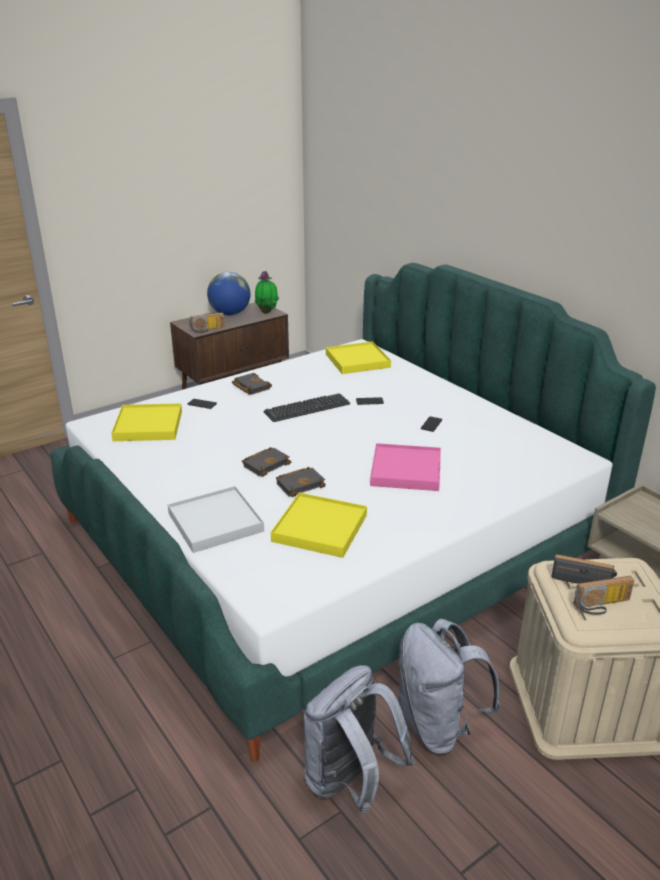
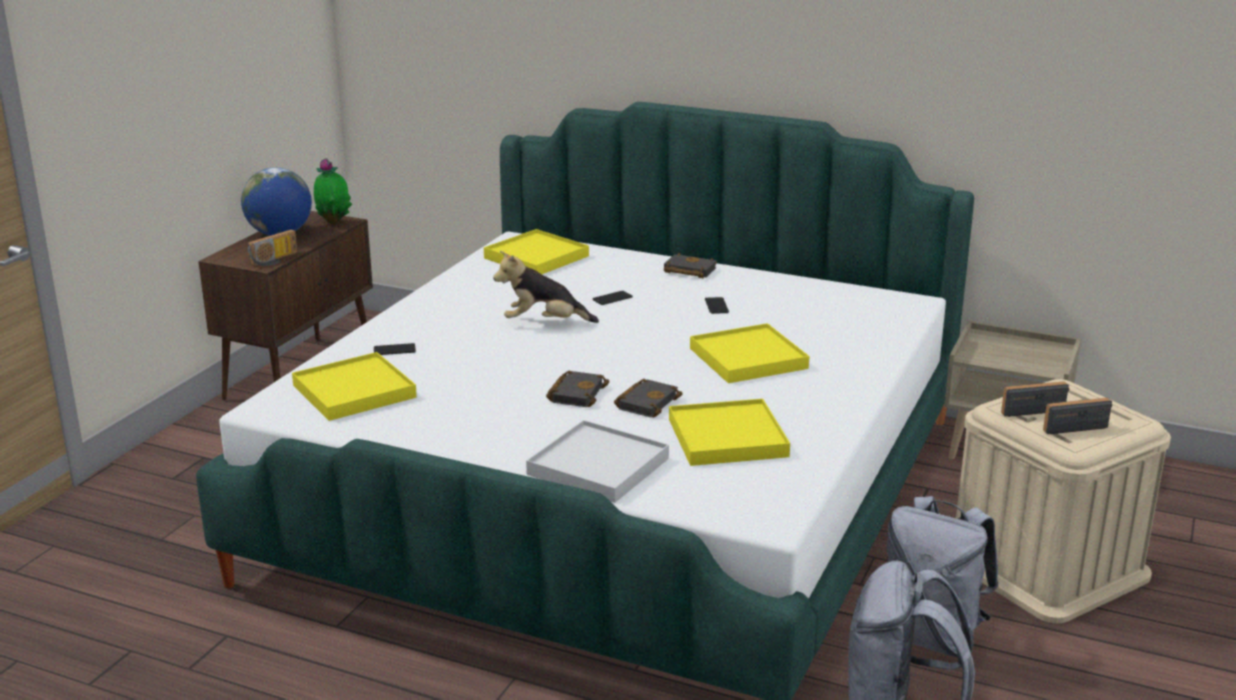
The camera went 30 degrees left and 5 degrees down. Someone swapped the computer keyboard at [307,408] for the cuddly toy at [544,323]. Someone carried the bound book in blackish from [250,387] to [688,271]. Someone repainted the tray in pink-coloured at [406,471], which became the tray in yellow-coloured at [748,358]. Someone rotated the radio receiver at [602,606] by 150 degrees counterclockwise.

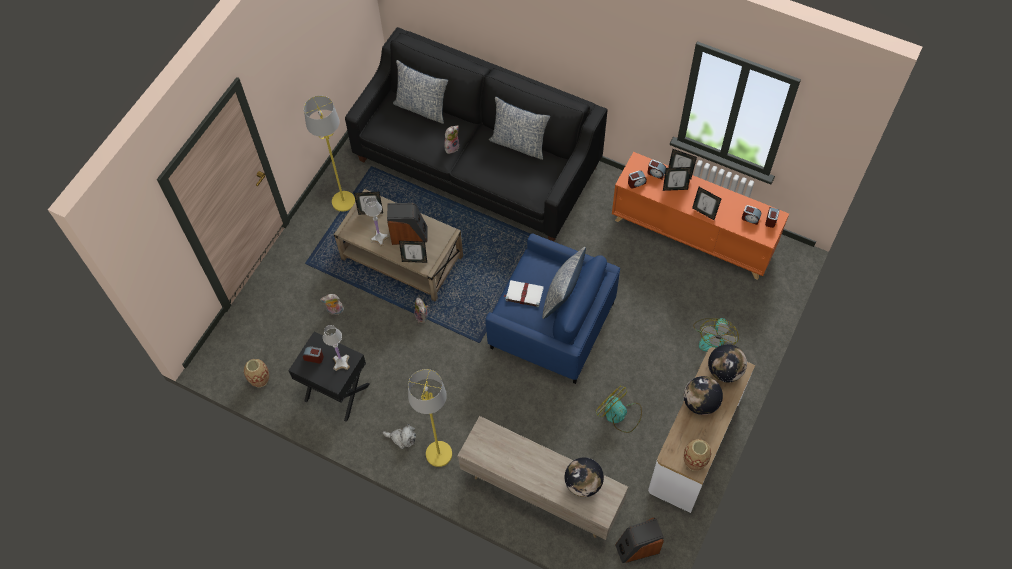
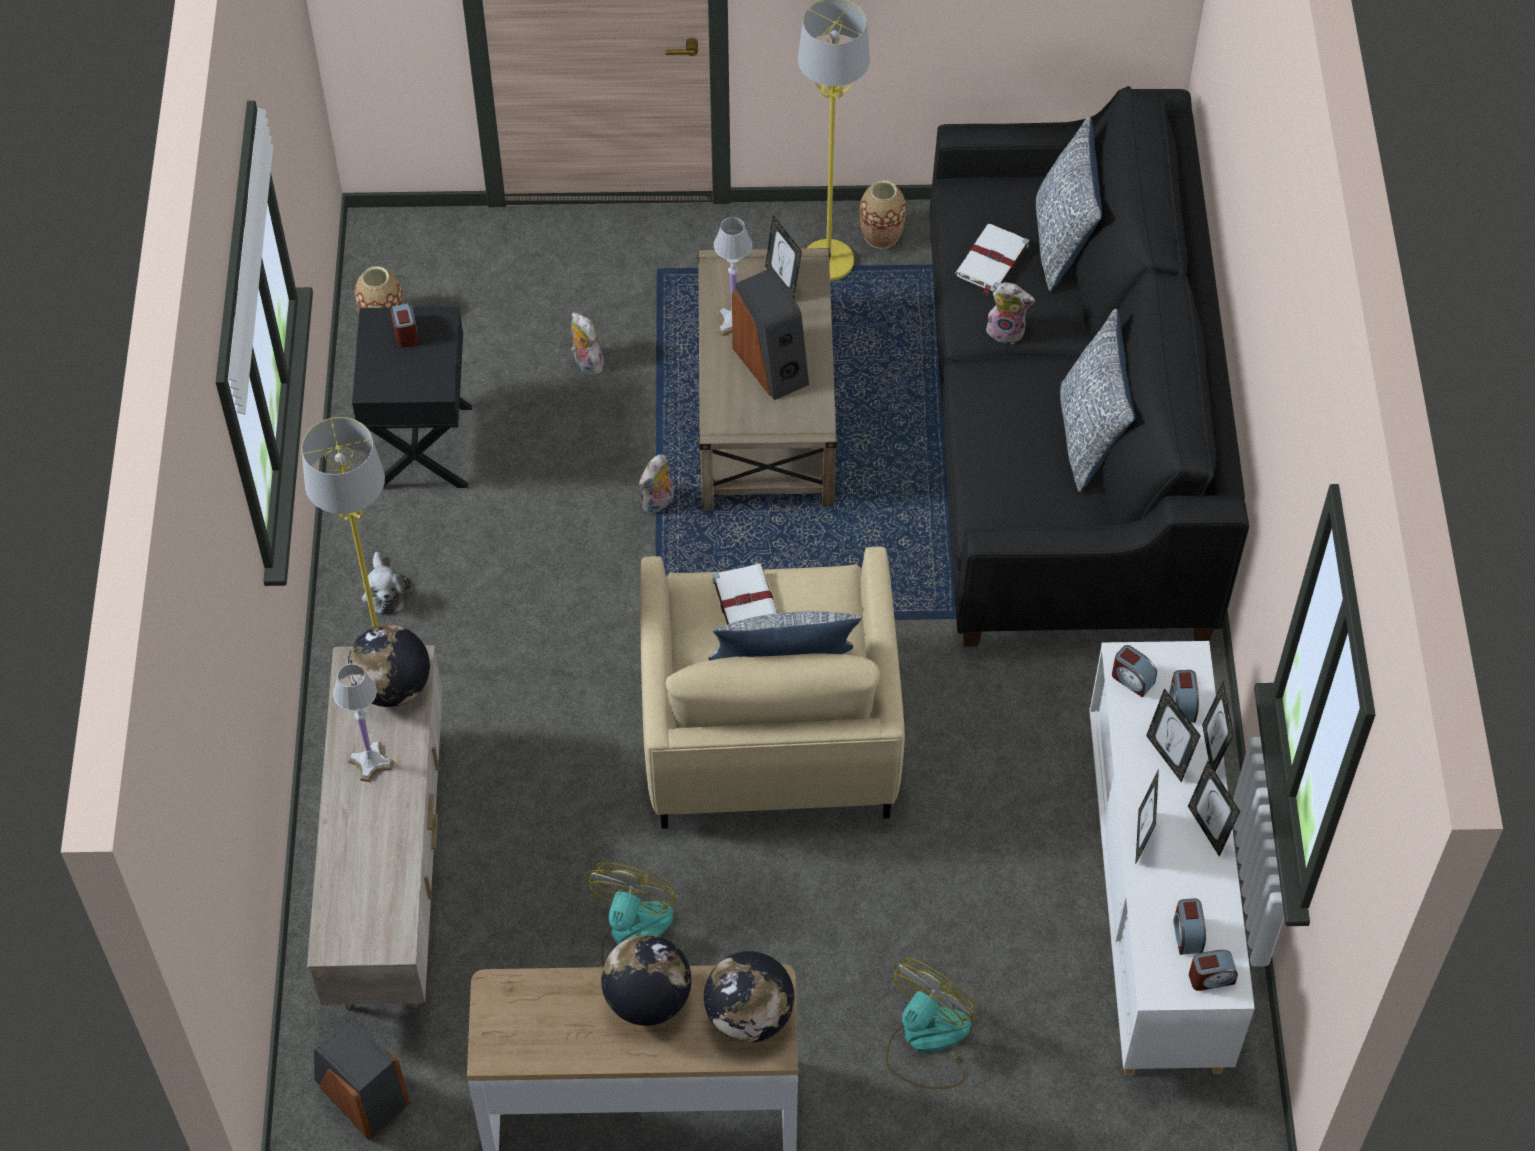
The camera went 60 degrees right and 5 degrees down. Someone carried the table lamp in white-coloured from [341,363] to [370,761]. Someone carried the globe from [583,483] to [392,687]. Someone repainted the lounge chair in blue at [552,326], which became the lounge chair in beige at [768,730]. Someone carried the decorative vase from [694,461] to [881,235]. Someone rotated the fan at [713,336] by 135 degrees clockwise. Someone put down the bound book in white-coloured at [991,261]. Someone repainted the cupboard in orangey at [693,235], which became the cupboard in white-coloured at [1155,899]. Someone carried the photo frame from [414,260] to [1208,829].

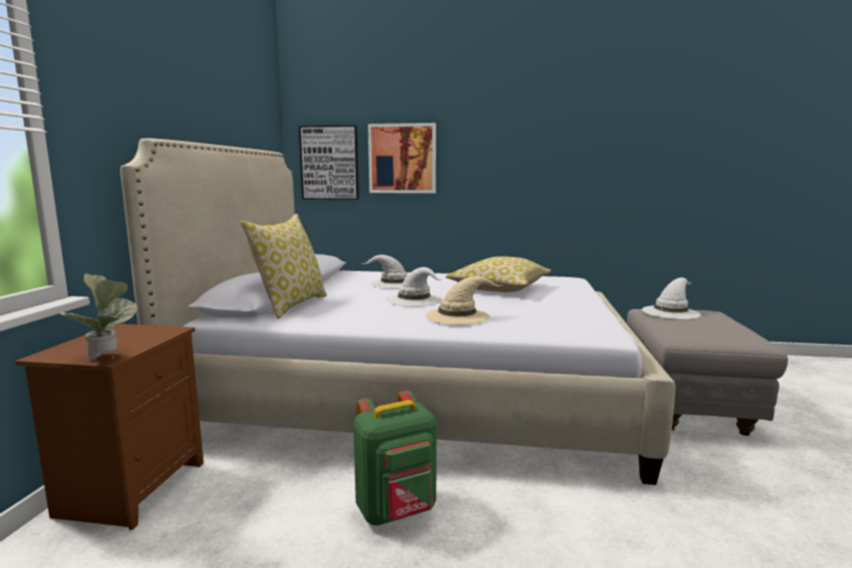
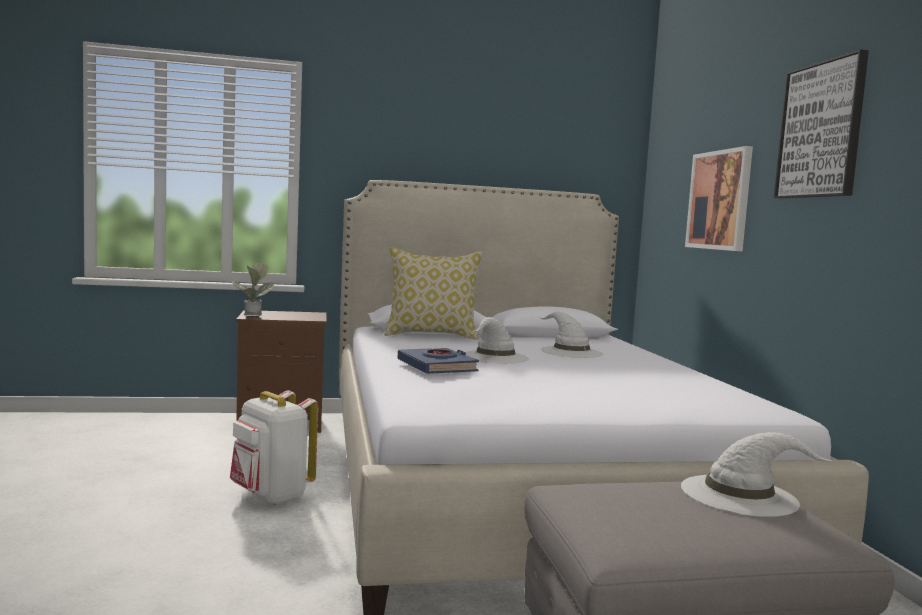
The camera went 70 degrees right and 5 degrees down. Someone repainted the backpack in green at [397,512], which became the backpack in white-coloured at [271,496]. Someone swapped the wearable hat in beige at [458,315] for the bound book in blue at [437,367]. Someone carried the wall picture from [329,163] to [821,130]. Someone took away the cushion at [499,288].

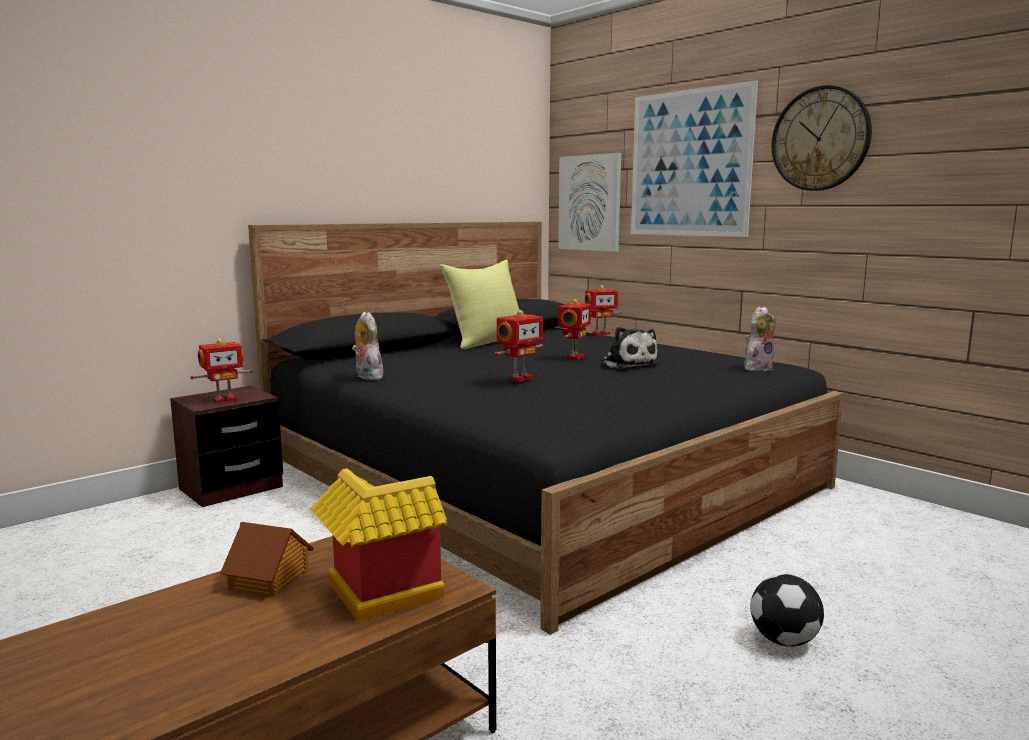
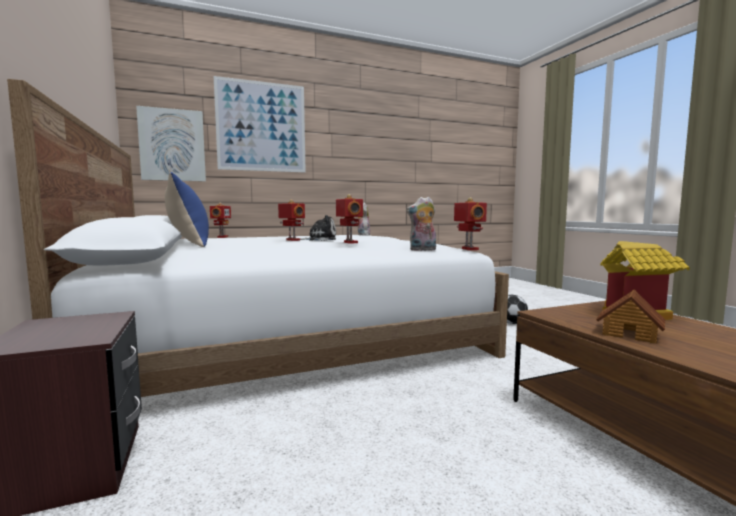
The camera went 70 degrees left and 5 degrees down. Someone repainted the bedroom bed in blackish at [539,477], which became the bedroom bed in white-coloured at [284,330]. Someone repainted the cushion in yellow-coloured at [487,342], which became the cushion in blue at [188,244]. Someone carried the cuddly toy from [367,377] to [422,250]. Someone carried the model robot from [224,400] to [468,249]. Someone took away the hanging clock at [820,139].

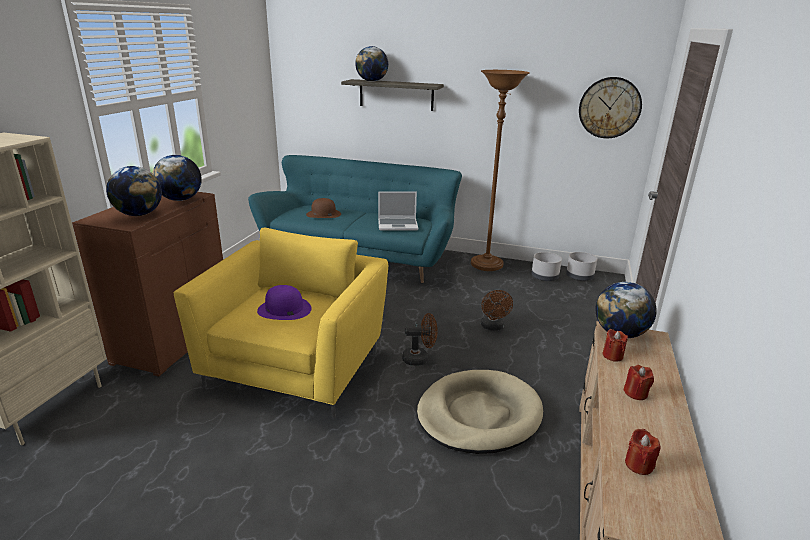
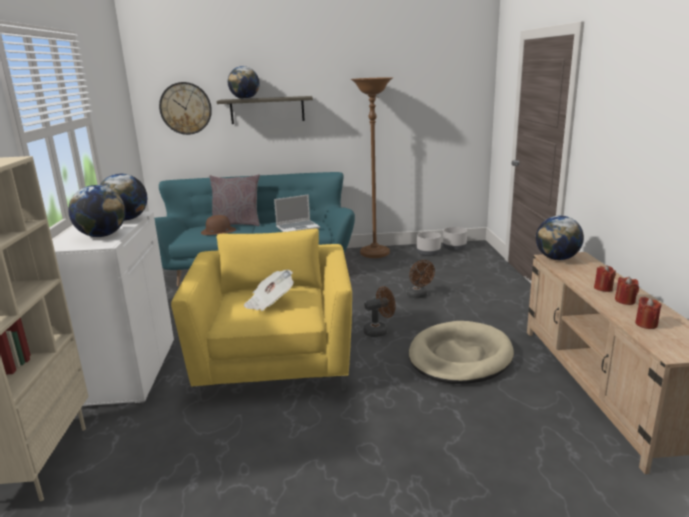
The camera went 20 degrees left and 5 degrees down. Someone repainted the cupboard in brown at [173,339], which became the cupboard in white-coloured at [128,371]. Someone carried the hanging clock from [609,108] to [185,108]. Someone put down the cushion in greyish at [236,224]. Someone swapped the wearable hat in purple-coloured at [284,309] for the newspaper at [269,303]. Someone carried the wax light in red-coloured from [612,355] to [625,301].

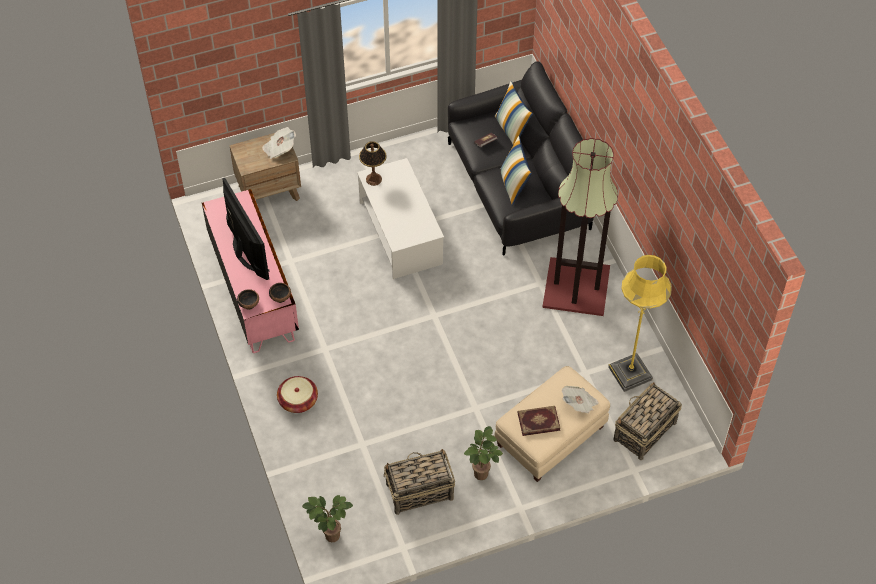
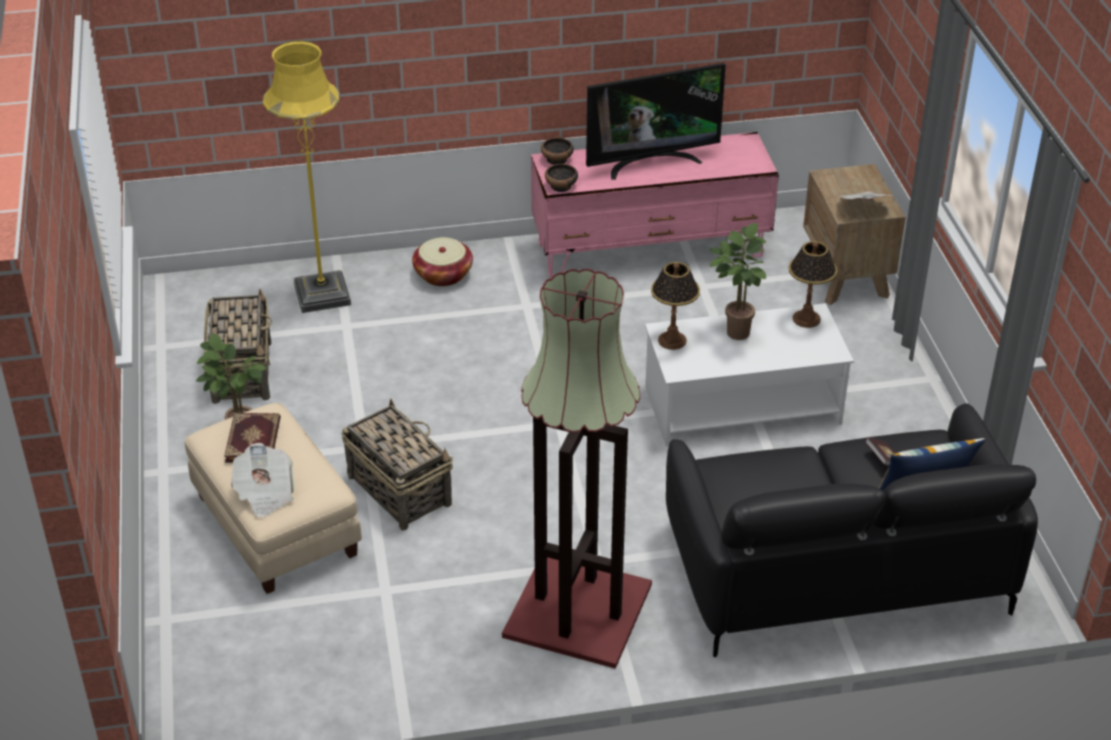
The camera went 100 degrees right and 15 degrees down. Someone carried the standing lamp in yellow-coloured from [630,373] to [322,294]. Someone carried the household basket from [644,431] to [399,489]. Someone put down the table lamp at [672,340]. Someone carried the houseplant from [330,537] to [735,330]. Someone took away the cushion at [514,185].

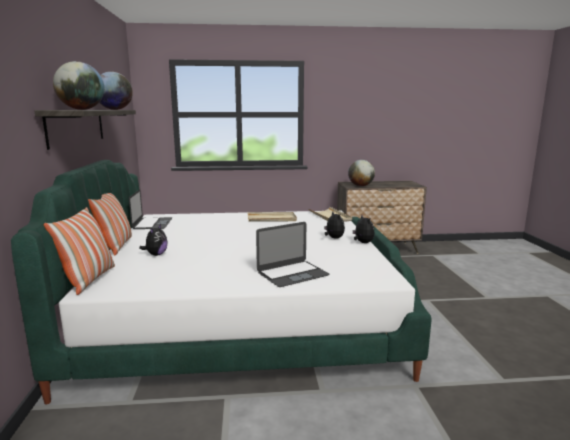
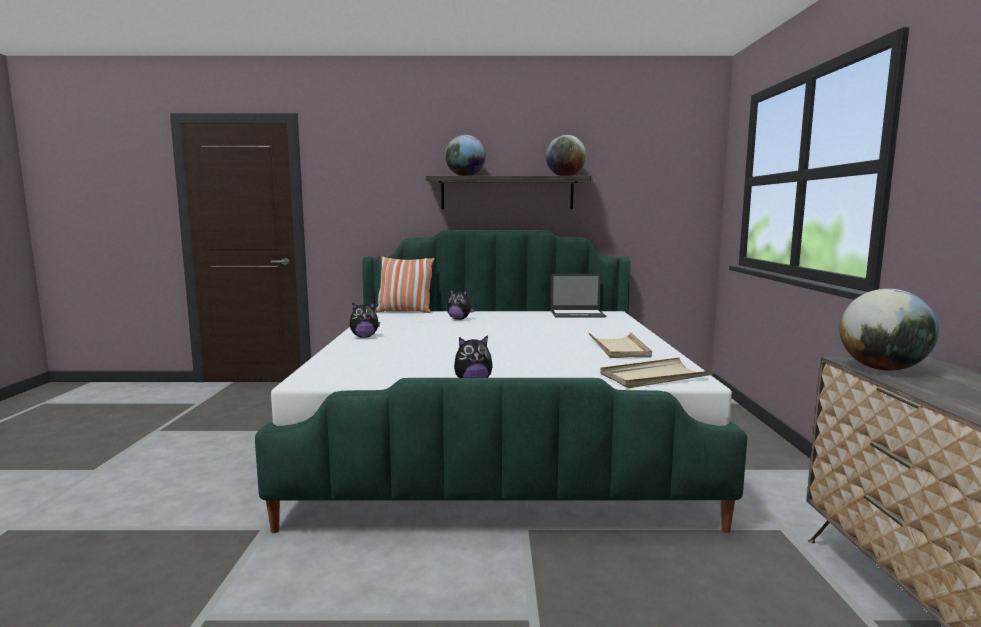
The camera went 95 degrees right and 5 degrees down. Someone carried the cuddly toy from [333,238] to [364,337]. Someone took away the cushion at [116,246]. Someone took away the notebook computer at [292,273].

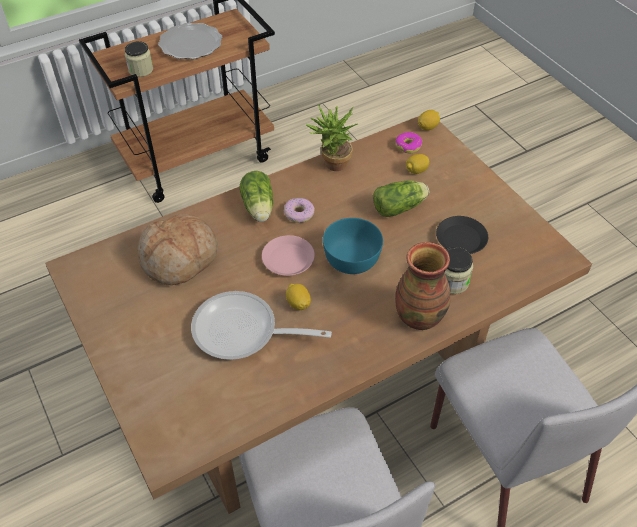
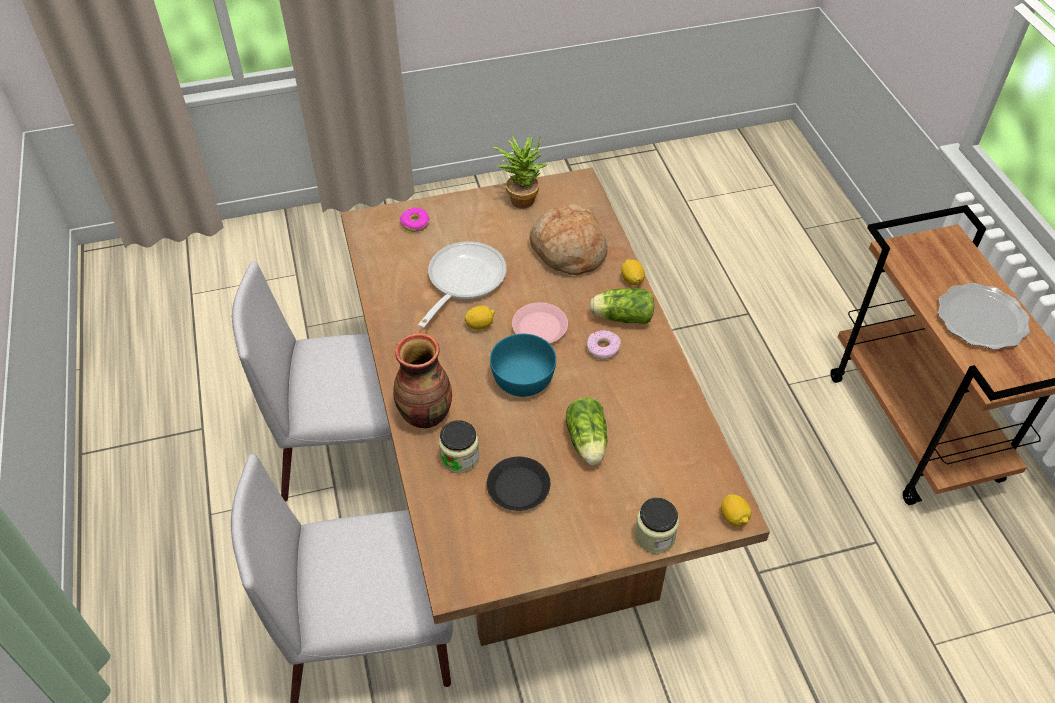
The camera went 105 degrees right and 0 degrees up. Someone carried the doughnut from [408,146] to [415,224]. Someone carried the houseplant from [332,165] to [521,197]. Someone carried the whole lemon from [416,171] to [632,280]. Someone carried the jar from [141,70] to [654,536].

